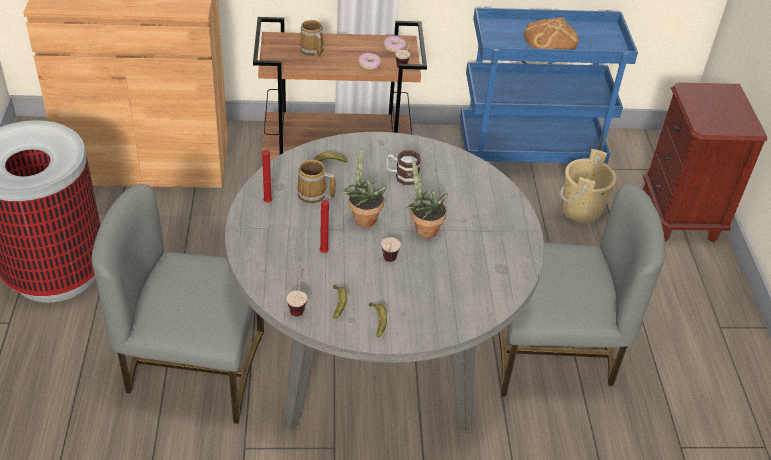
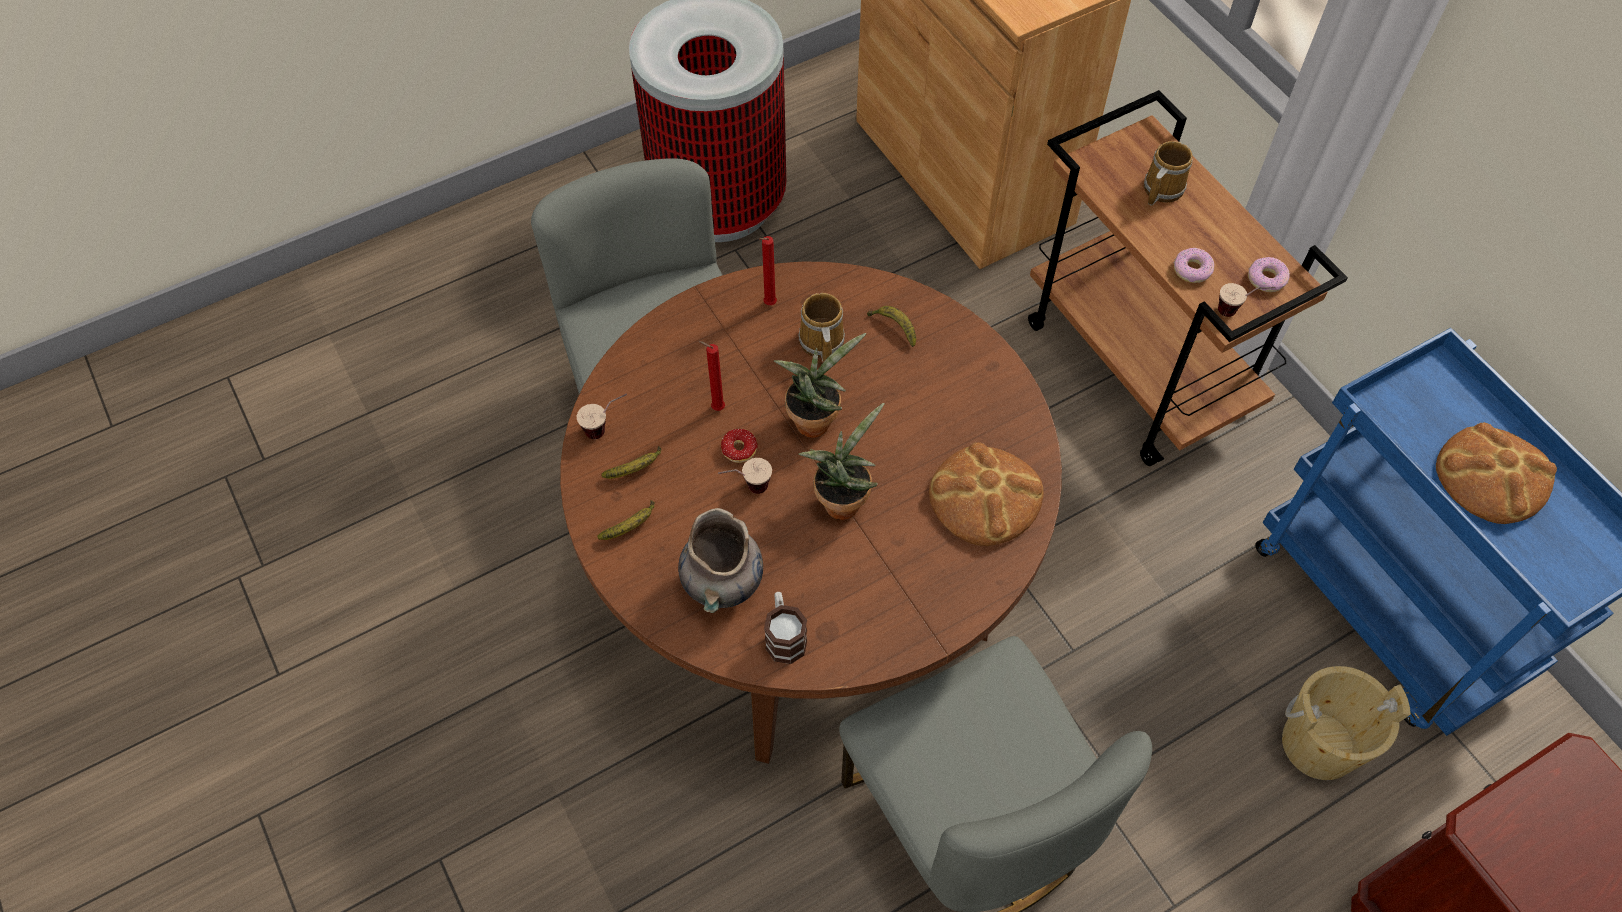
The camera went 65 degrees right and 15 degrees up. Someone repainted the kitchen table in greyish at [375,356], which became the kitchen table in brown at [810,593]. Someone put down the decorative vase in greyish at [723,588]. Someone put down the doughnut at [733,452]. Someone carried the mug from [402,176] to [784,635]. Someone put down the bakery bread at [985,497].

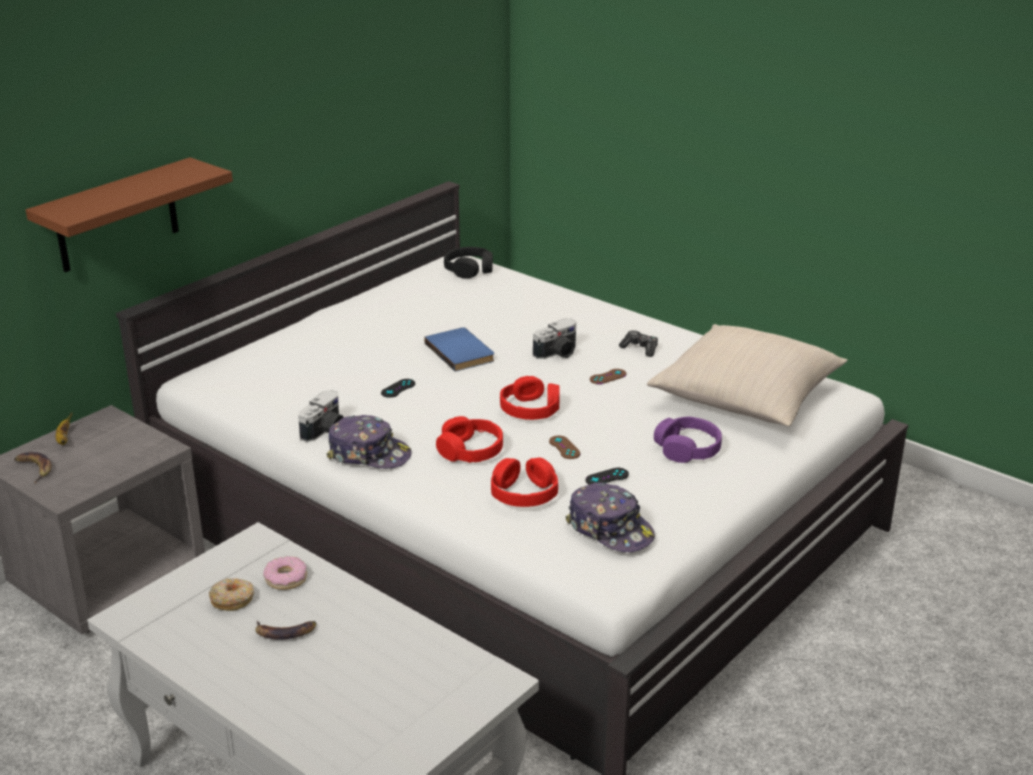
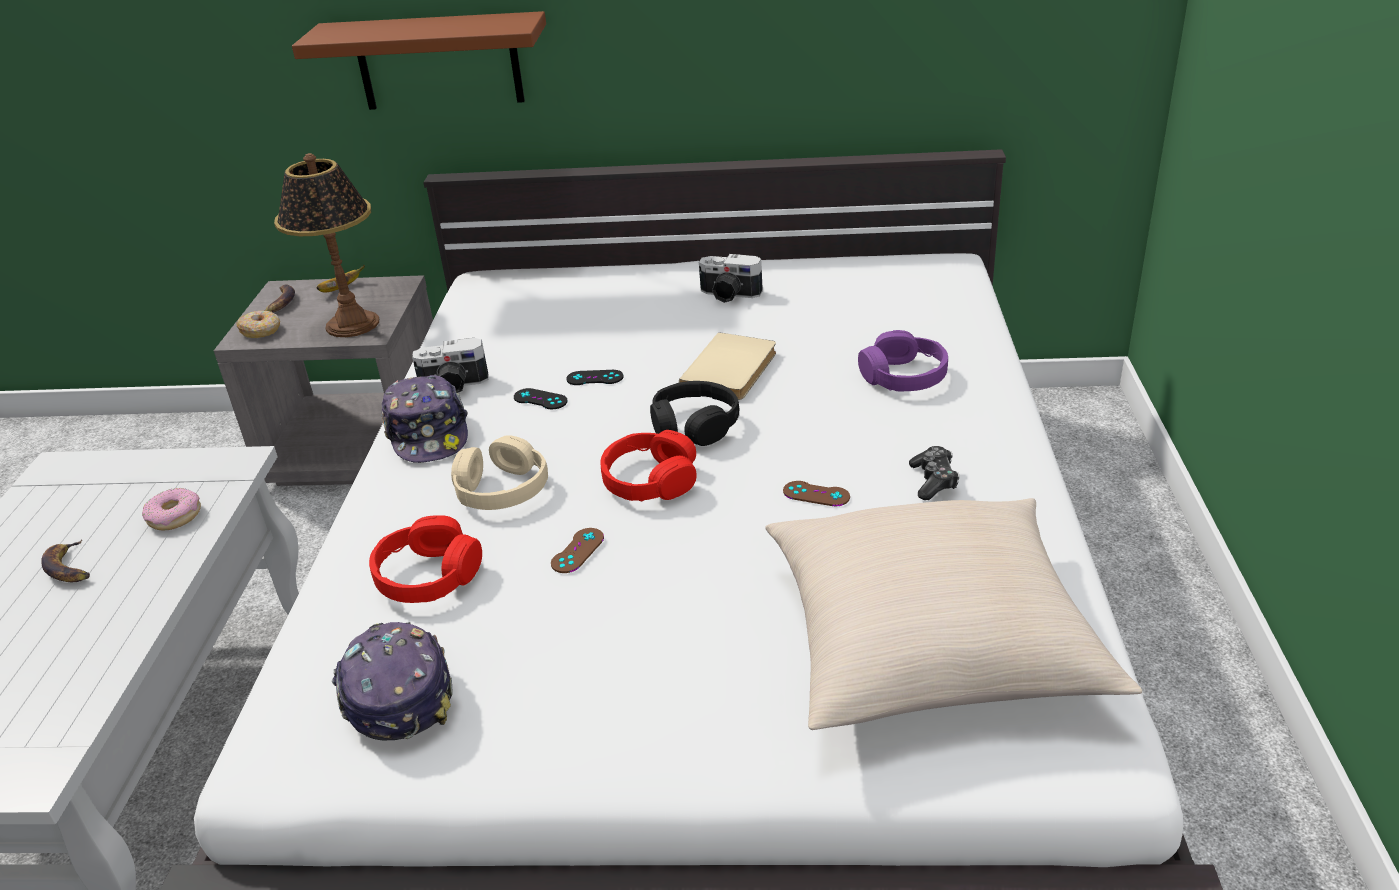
The camera went 55 degrees right and 5 degrees up. Someone carried the doughnut from [232,600] to [261,330]. Someone put down the table lamp at [352,324]. Someone rotated the cap at [610,529] by 150 degrees clockwise. Someone repainted the headphones in red-coloured at [470,450], which became the headphones in beige at [501,489]. Someone carried the joypad in blackish from [607,477] to [540,399]. Someone carried the headphones in blackish from [469,269] to [694,425]. Someone repainted the bound book in blue at [462,351], which became the bound book in beige at [733,370]. Someone carried the still camera from [558,353] to [729,295]. Someone carried the headphones in purple-coloured from [688,449] to [903,376].

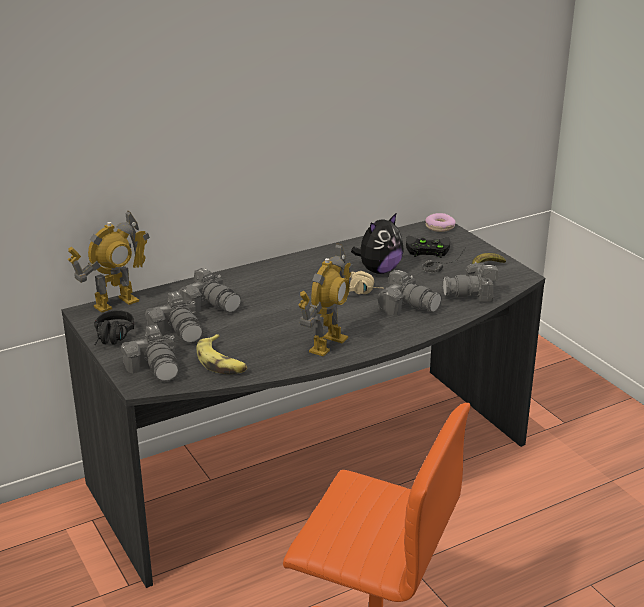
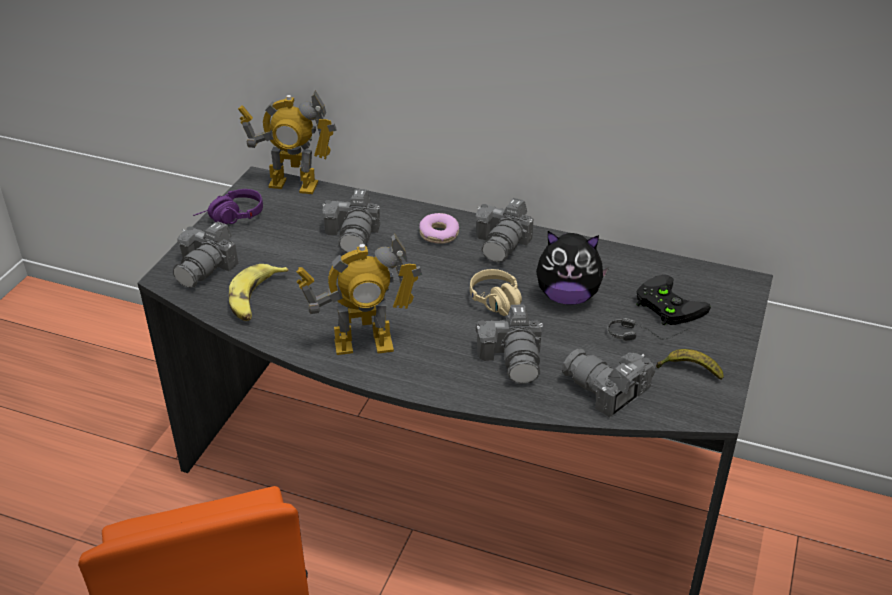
The camera went 50 degrees right and 10 degrees up. Someone repainted the headphones in blackish at [112,338], which became the headphones in purple-coloured at [230,218]. Someone carried the doughnut from [440,227] to [439,234]. Someone carried the still camera from [178,331] to [502,243].

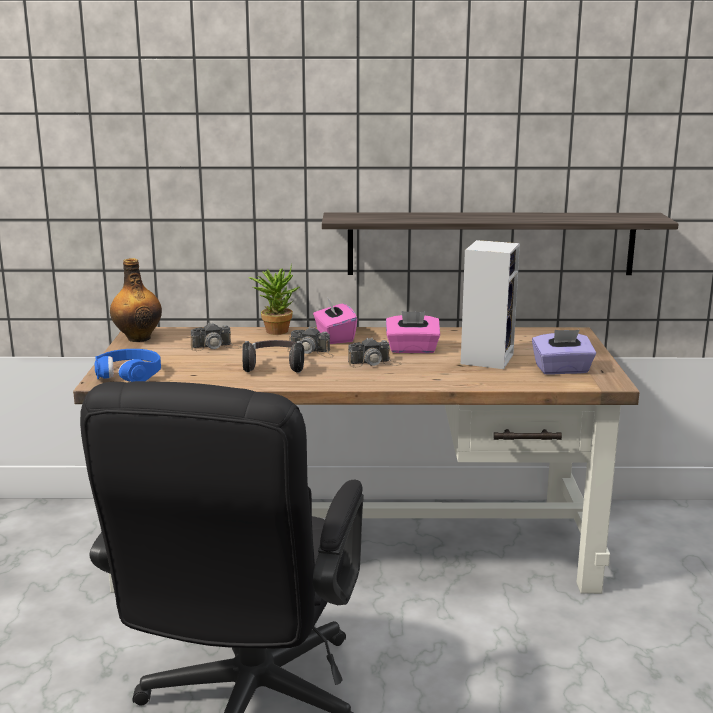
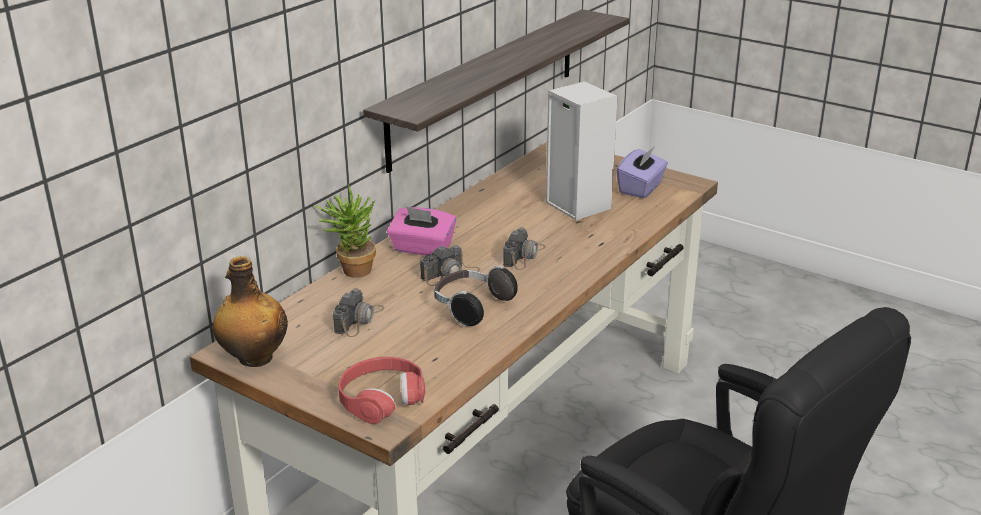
The camera went 55 degrees left and 10 degrees up. Someone repainted the headphones in blue at [129,374], which became the headphones in red-coloured at [382,398]. Someone took away the tissue holder in pink-coloured at [412,349].

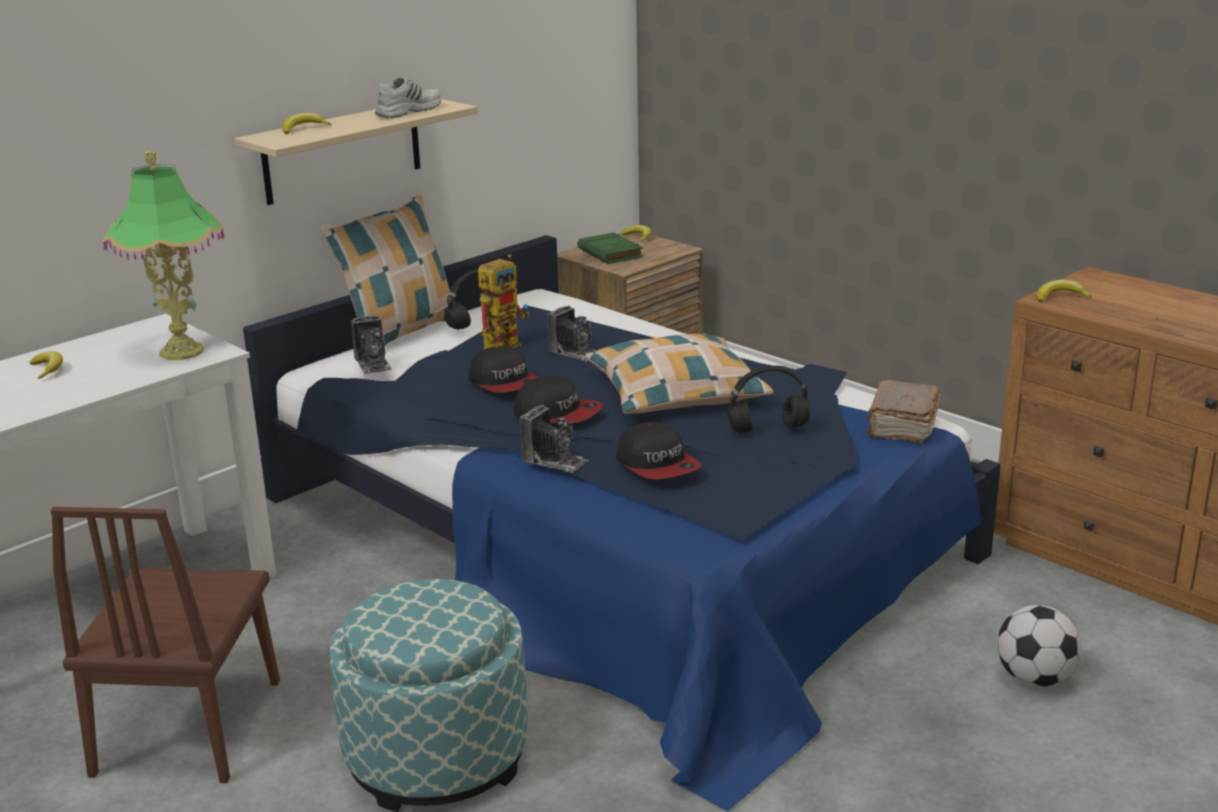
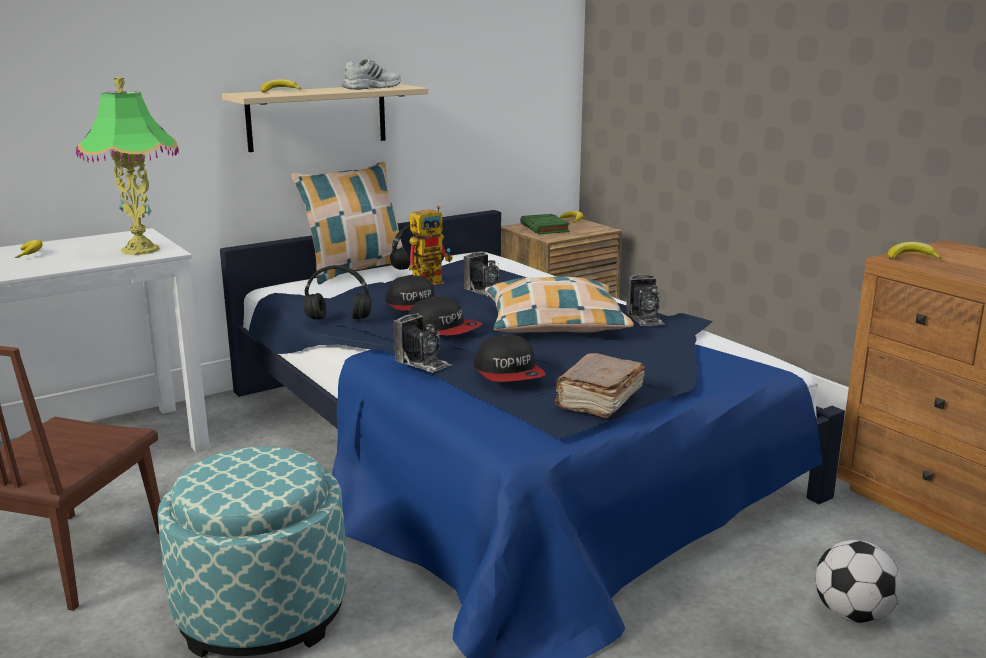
The camera went 10 degrees right and 5 degrees down. Someone carried the headphones in blackish from [769,428] to [339,319]. Someone carried the bound book in brown from [901,426] to [598,400]. Someone carried the still camera from [373,363] to [645,318].

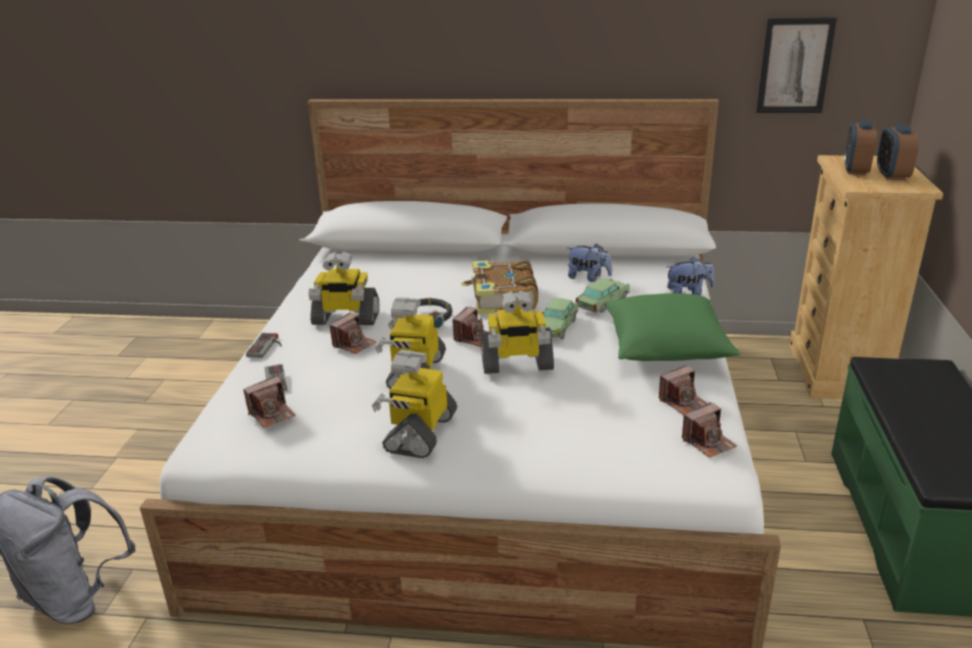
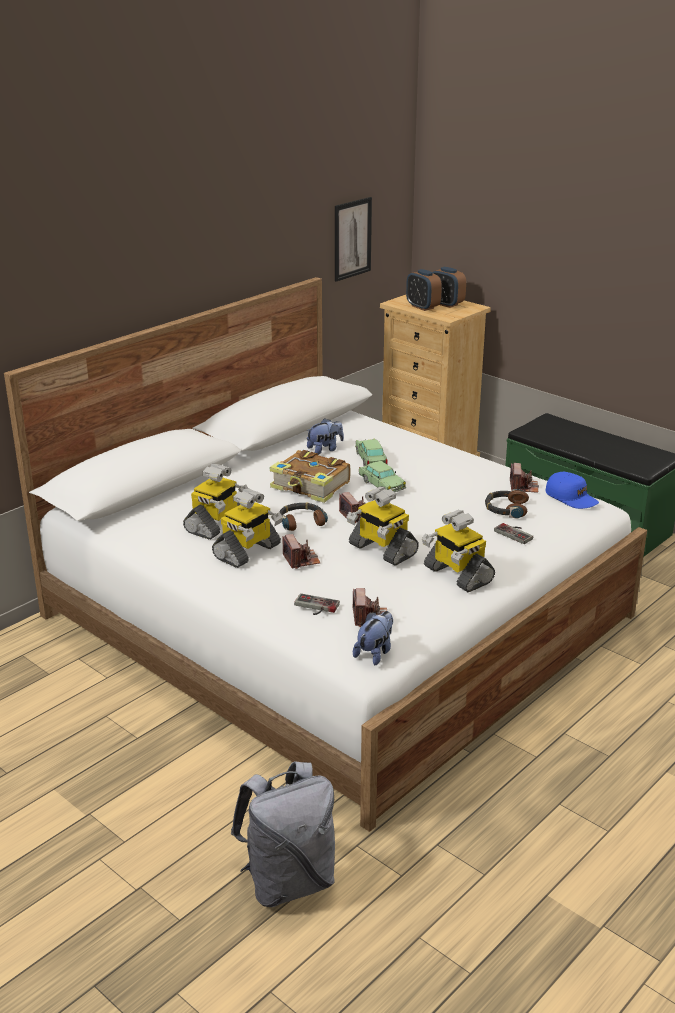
The camera went 55 degrees left and 0 degrees up. Someone carried the model robot from [516,364] to [216,525]. Someone carried the cuddly toy from [688,293] to [375,653]. Someone put down the headphones at [506,509]. Someone carried the joypad from [267,347] to [516,533]. Someone swapped the still camera at [708,442] for the cap in blue at [571,498]. Someone took away the cushion in green at [666,349].

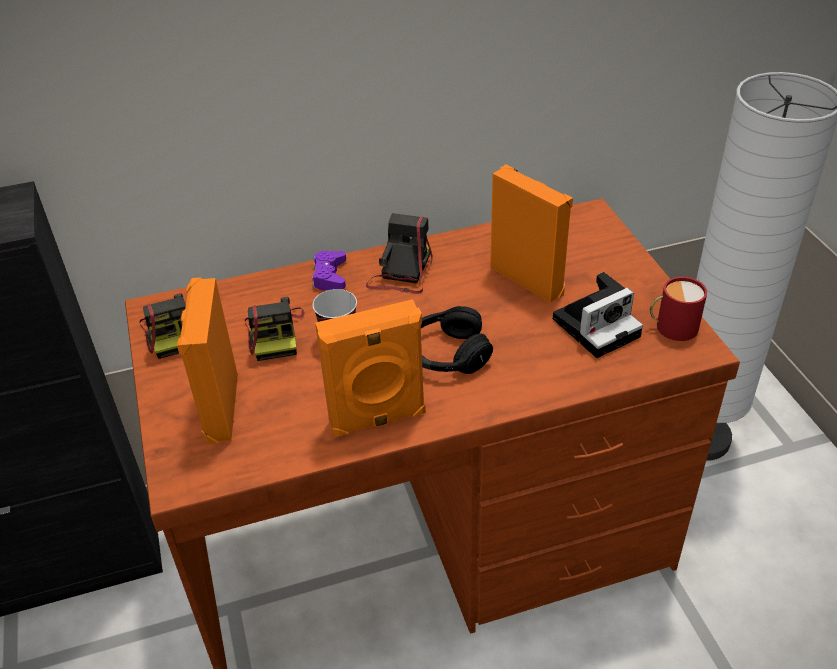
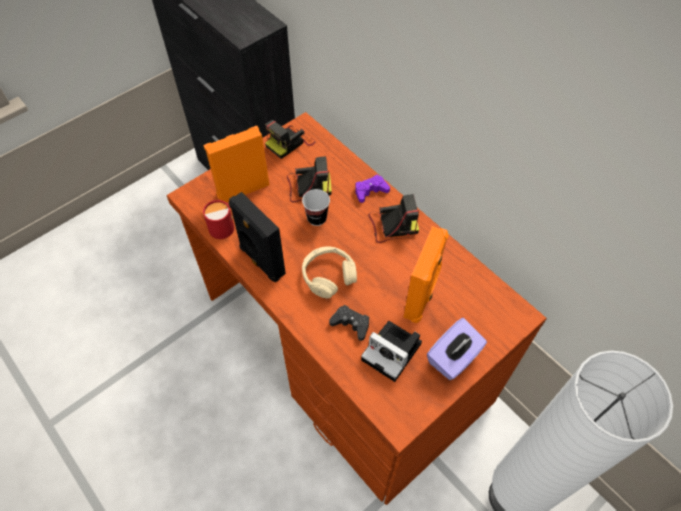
The camera went 65 degrees right and 15 degrees up. Someone carried the mug in red-coloured from [672,326] to [221,226]. Someone repainted the audio speaker in orangey at [378,420], which became the audio speaker in blackish at [261,261]. Someone rotated the still camera at [275,334] by 150 degrees counterclockwise. Someone repainted the headphones in blackish at [446,354], which became the headphones in beige at [328,275]. Someone put down the joypad in blackish at [351,324]. Someone put down the tissue holder in purple-coloured at [453,358].

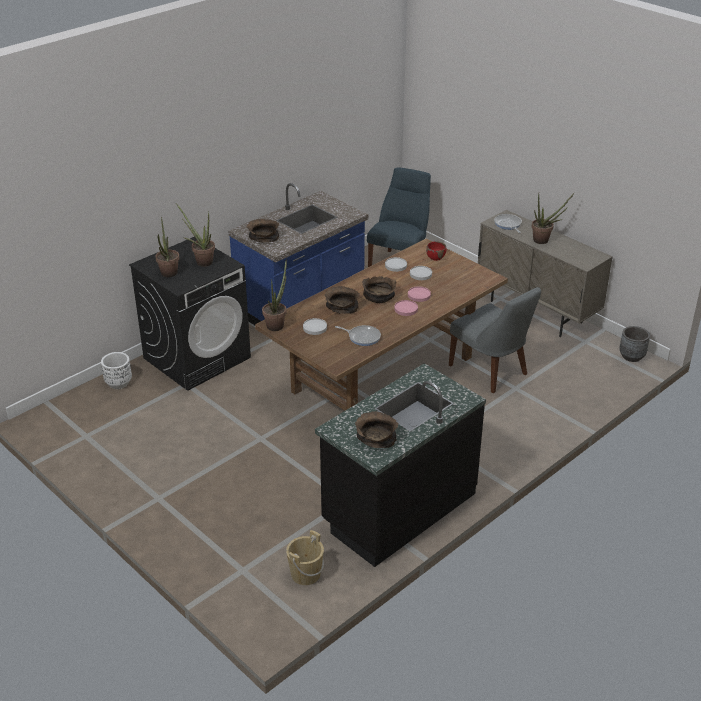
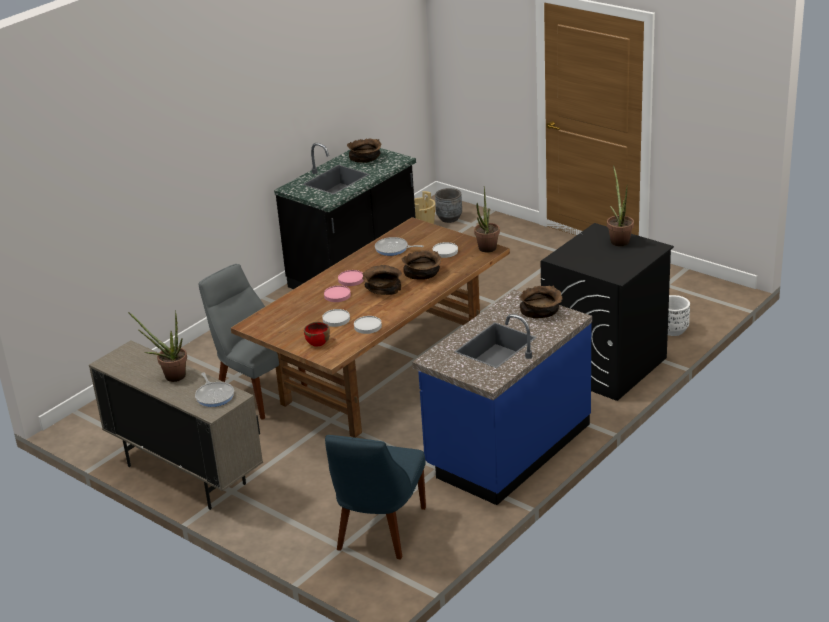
The camera went 175 degrees right and 5 degrees down. Someone carried the plant pot in greyish from [631,356] to [449,218]. Someone took away the houseplant at [201,261].

